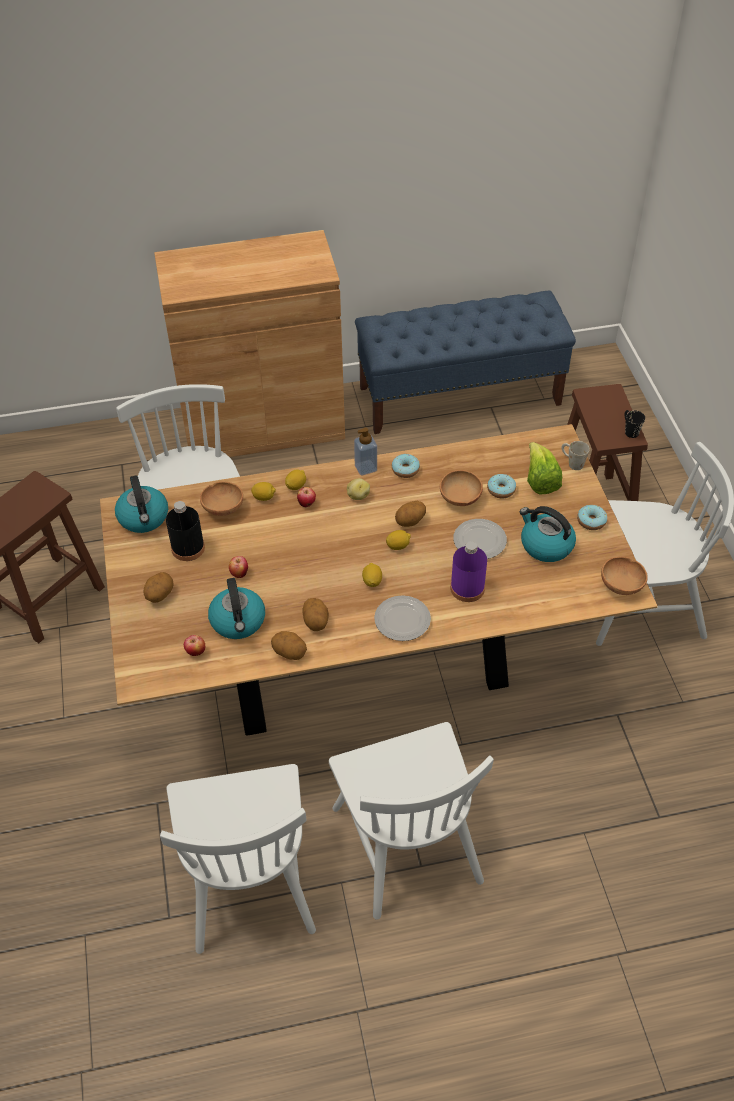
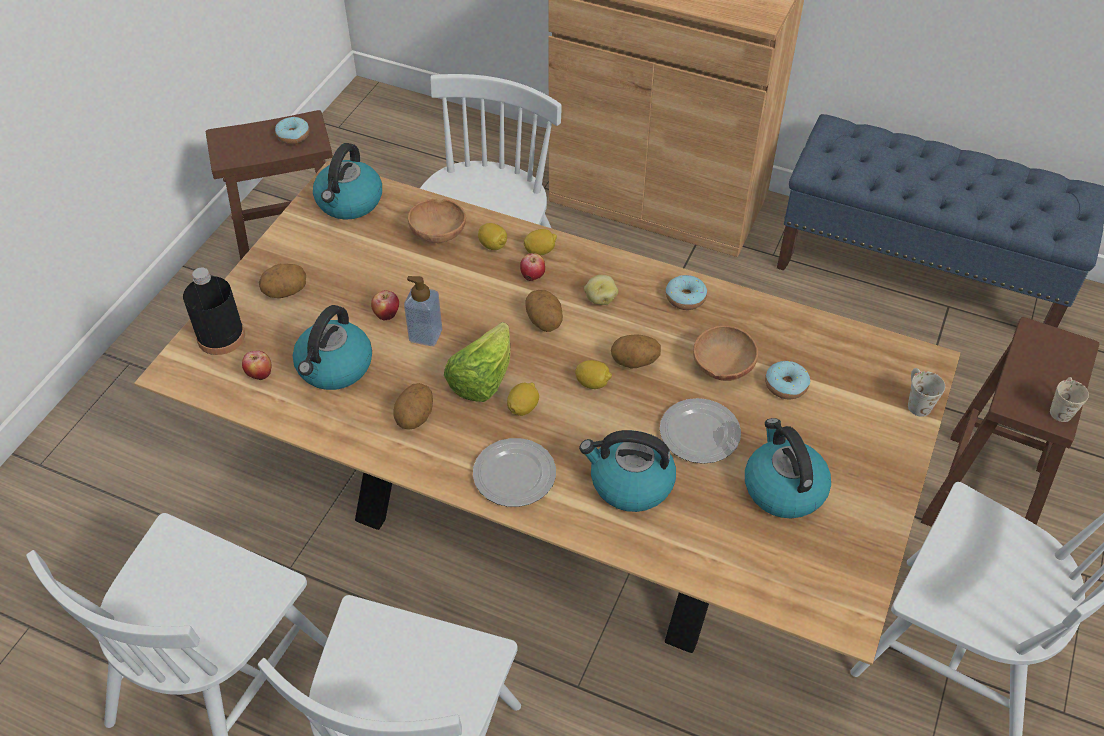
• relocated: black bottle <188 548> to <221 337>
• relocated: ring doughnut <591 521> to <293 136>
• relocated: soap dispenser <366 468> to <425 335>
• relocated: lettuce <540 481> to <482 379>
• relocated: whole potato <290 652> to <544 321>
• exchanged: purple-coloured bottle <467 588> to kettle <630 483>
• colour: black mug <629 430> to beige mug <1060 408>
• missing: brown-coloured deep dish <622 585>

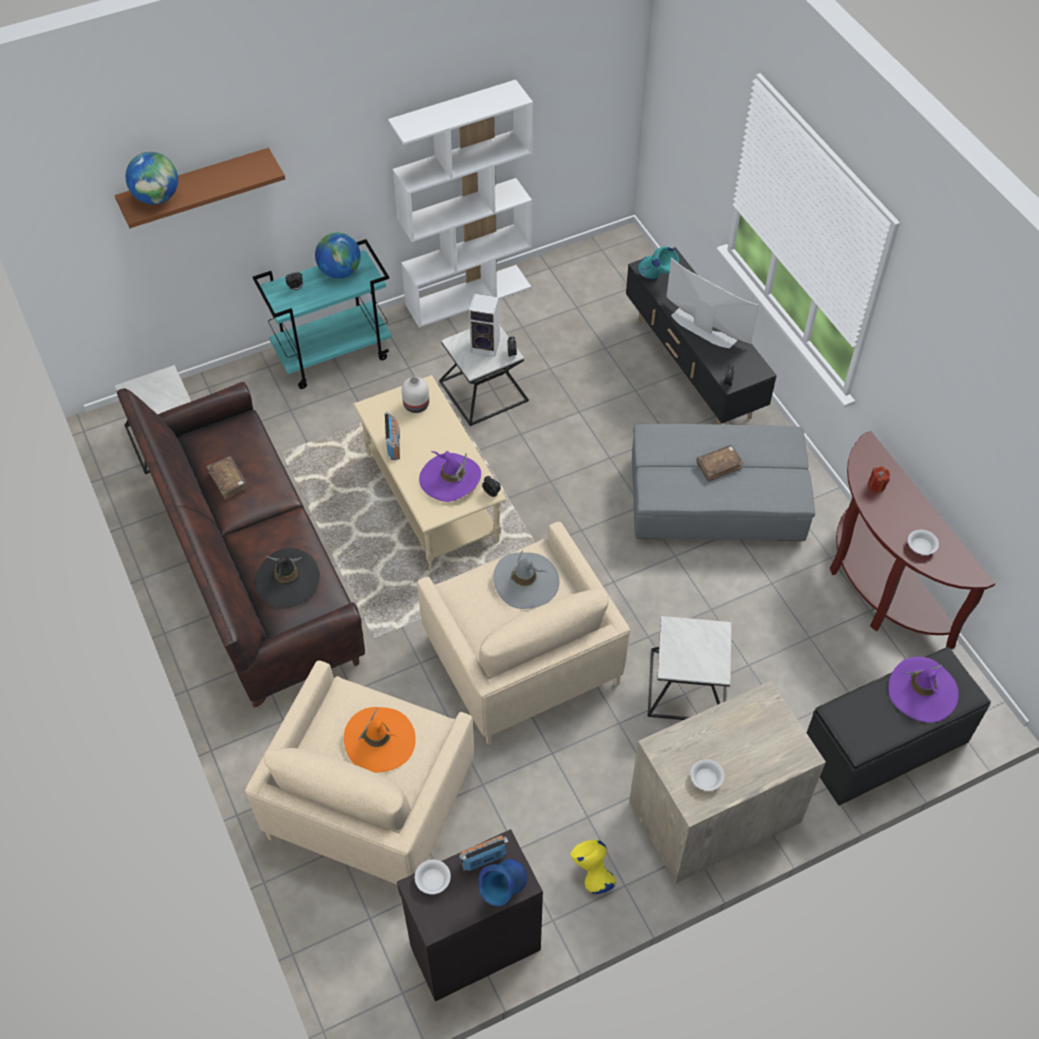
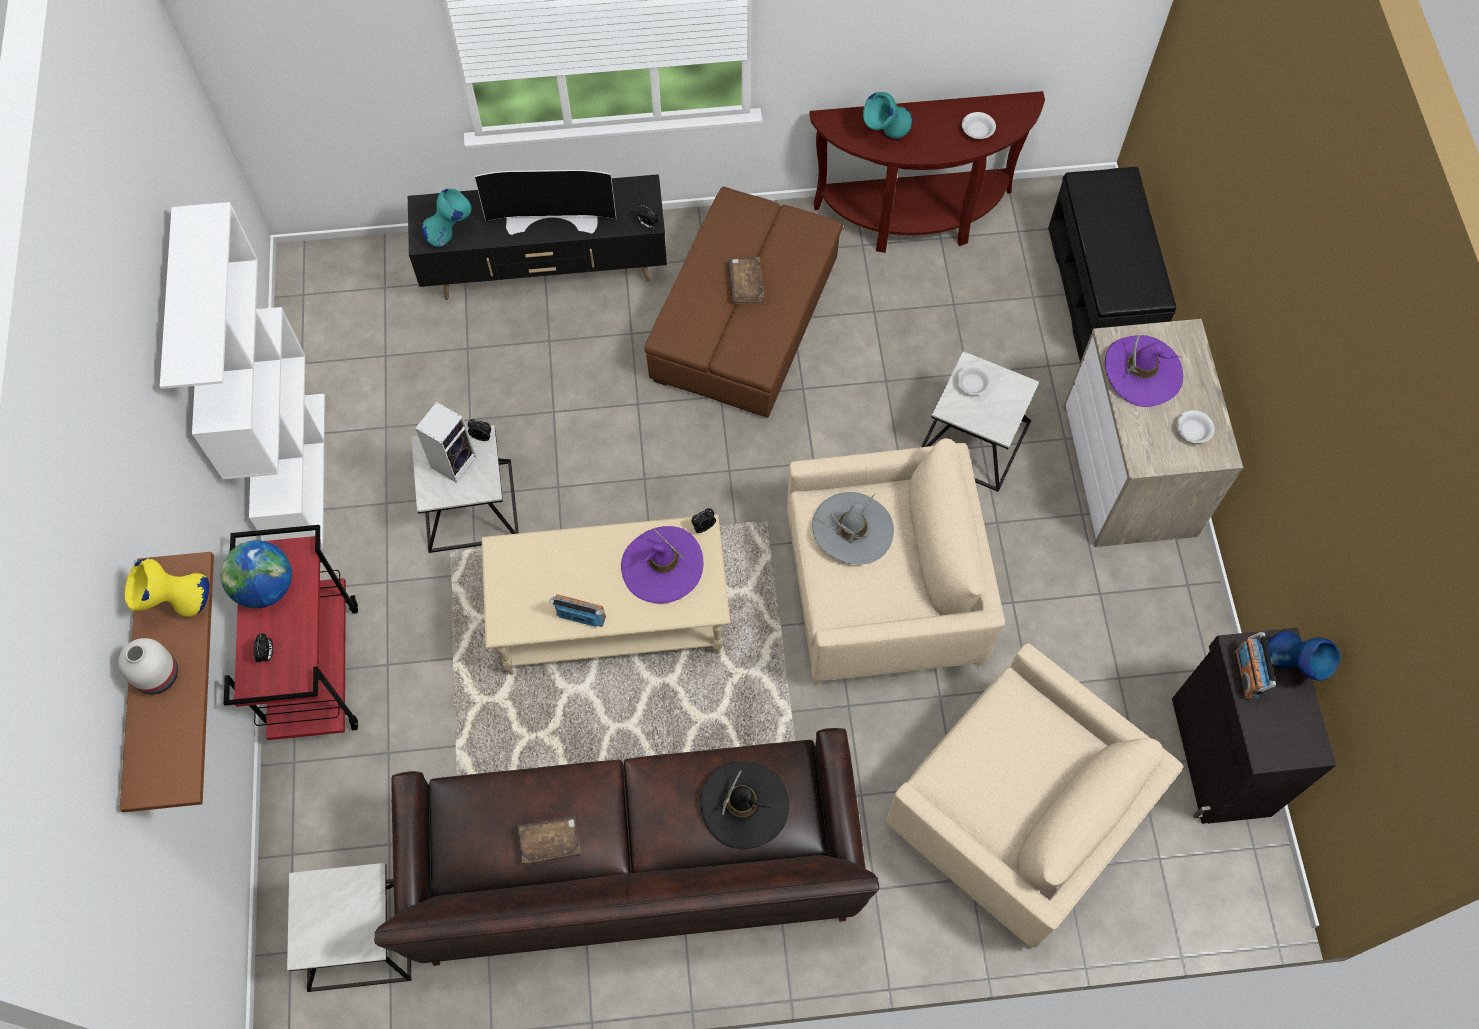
• relocated: white flower vase <415 405> to <156 676>
• relocated: yellowish flower vase <592 876> to <179 605>
• colour: turquoise trolley <334 354> to reddish trolley <315 669>
• spun: TV <703 328> = <552 217> 150 degrees counterclockwise
• colour: grey footrest <716 500> to brown-coloured footrest <744 320>
• exchanged: reddish wax candle <876 485> to turquoise flower vase <885 136>
• relocated: white deep dish <433 880> to <972 384>
• relocated: purple-coloured wearable hat <922 692> to <1142 372>
• missing: globe <157 198>
• missing: orange wearable hat <380 741>

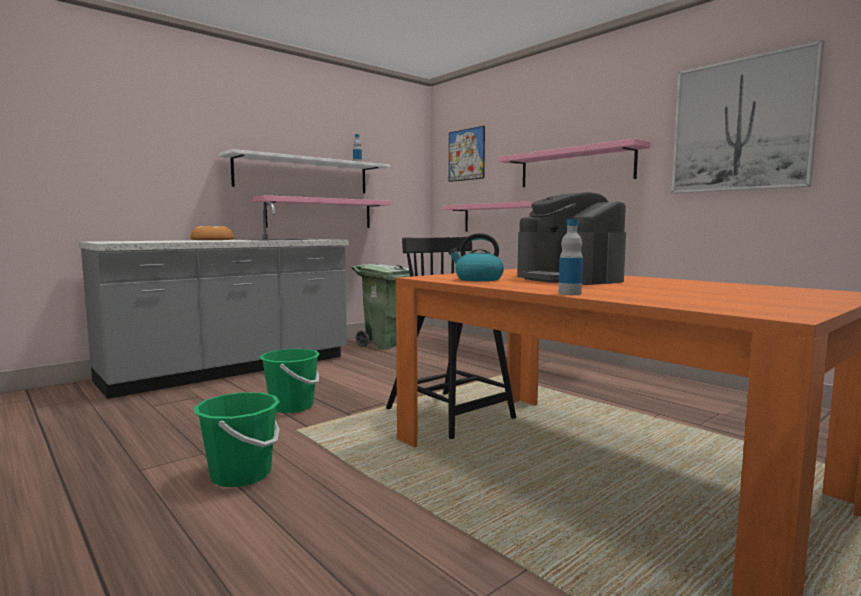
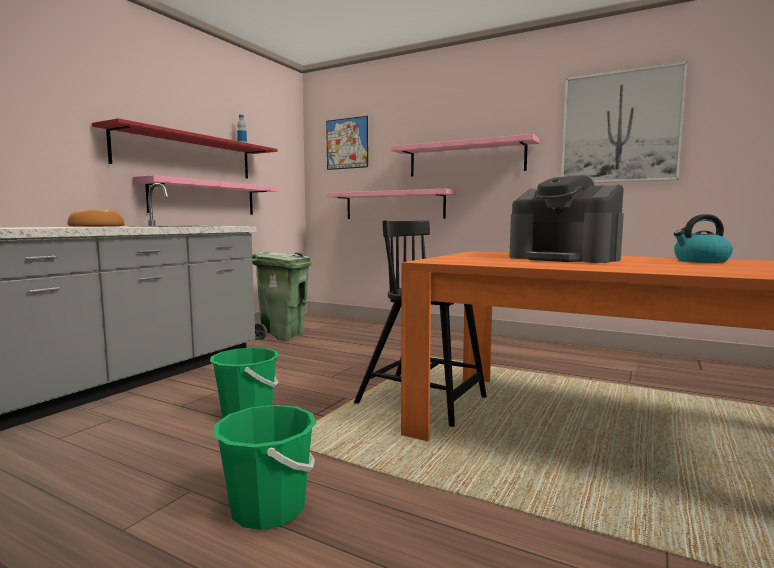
• colour: white bracket shelf <303 175> to reddish bracket shelf <187 155>
• relocated: kettle <478 279> to <700 261>
• missing: bottle <570 293>

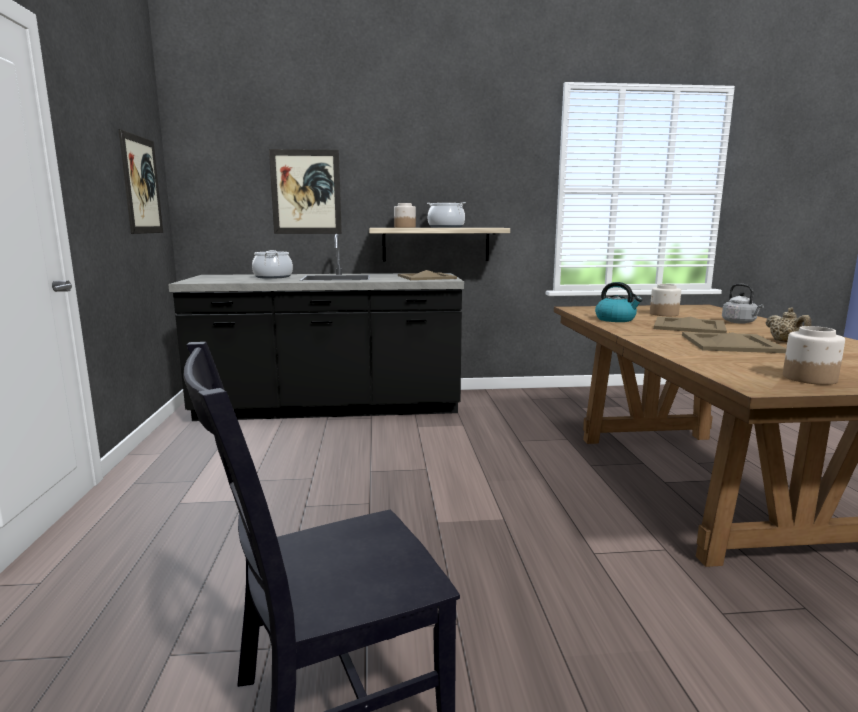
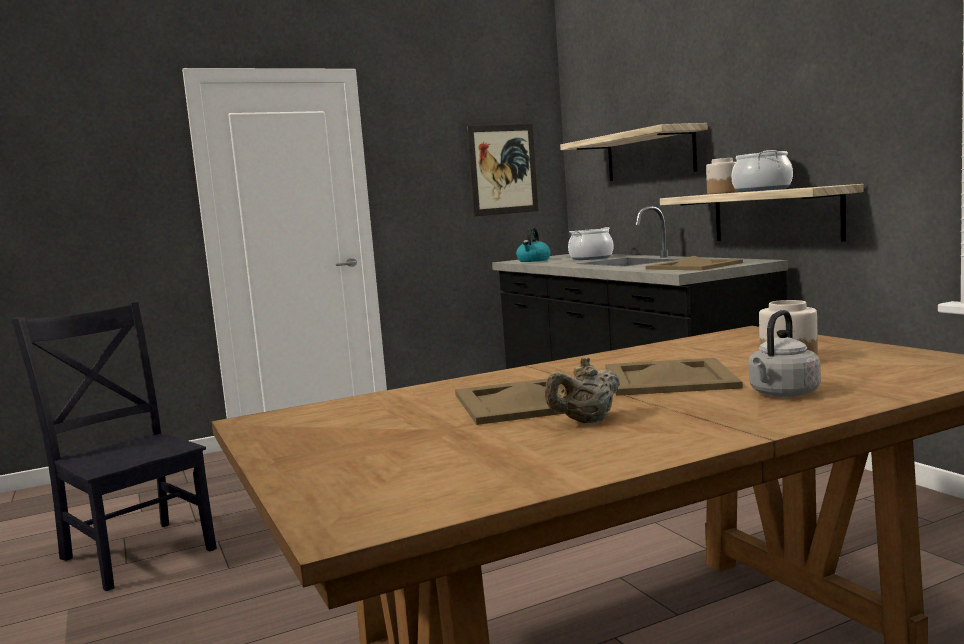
• relocated: kettle <616 319> to <533 260>
• exchanged: wall art <306 192> to bracket shelf <649 155>
• missing: storage jar <808 378>

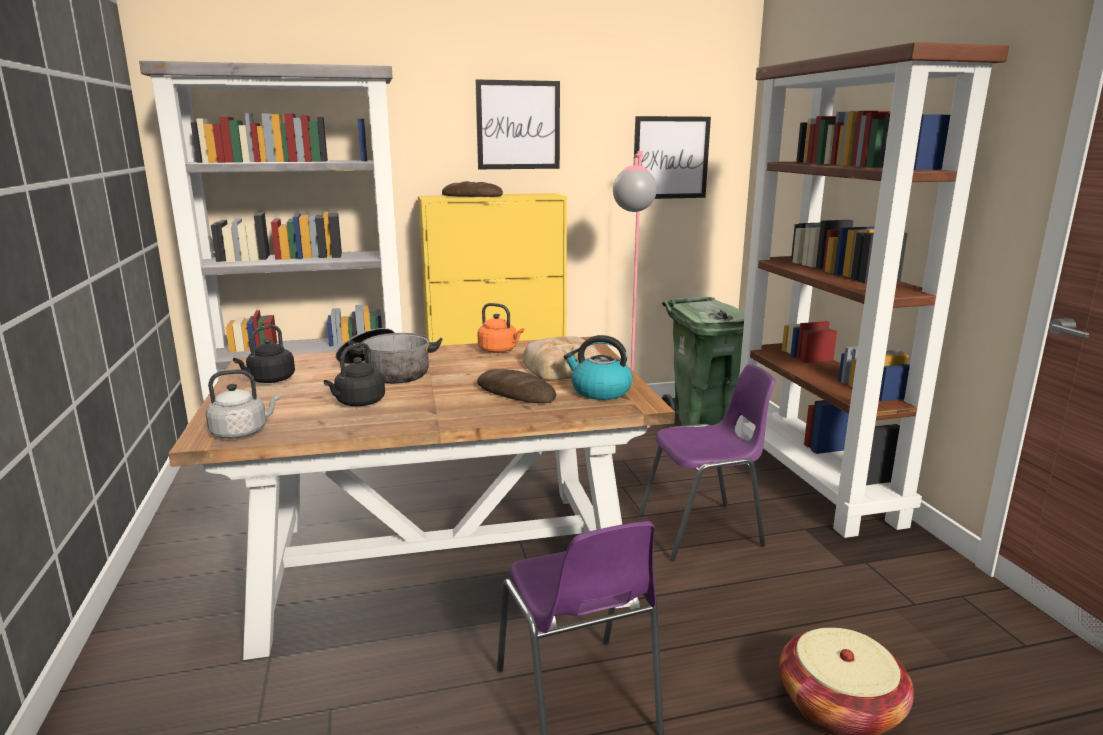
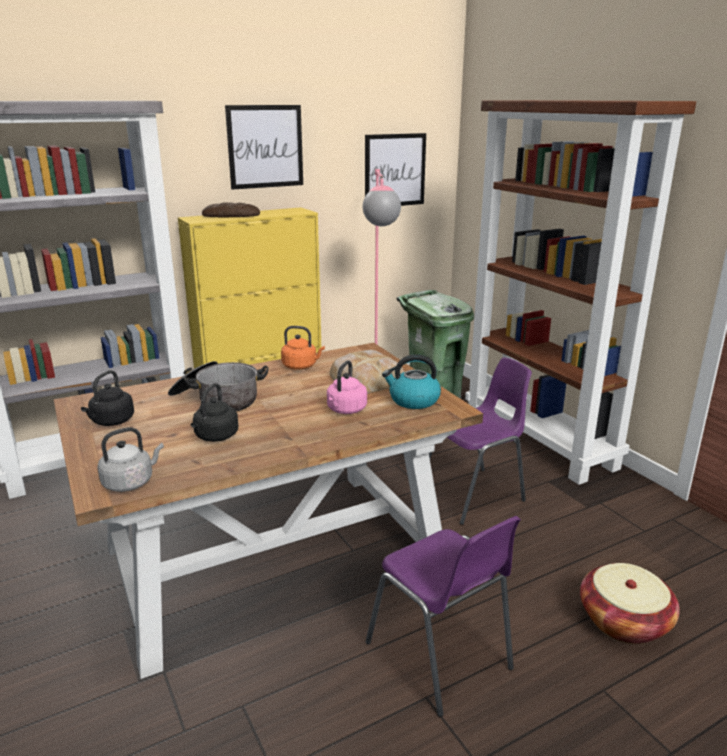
• exchanged: bakery bread <515 393> to pink kettle <345 410>

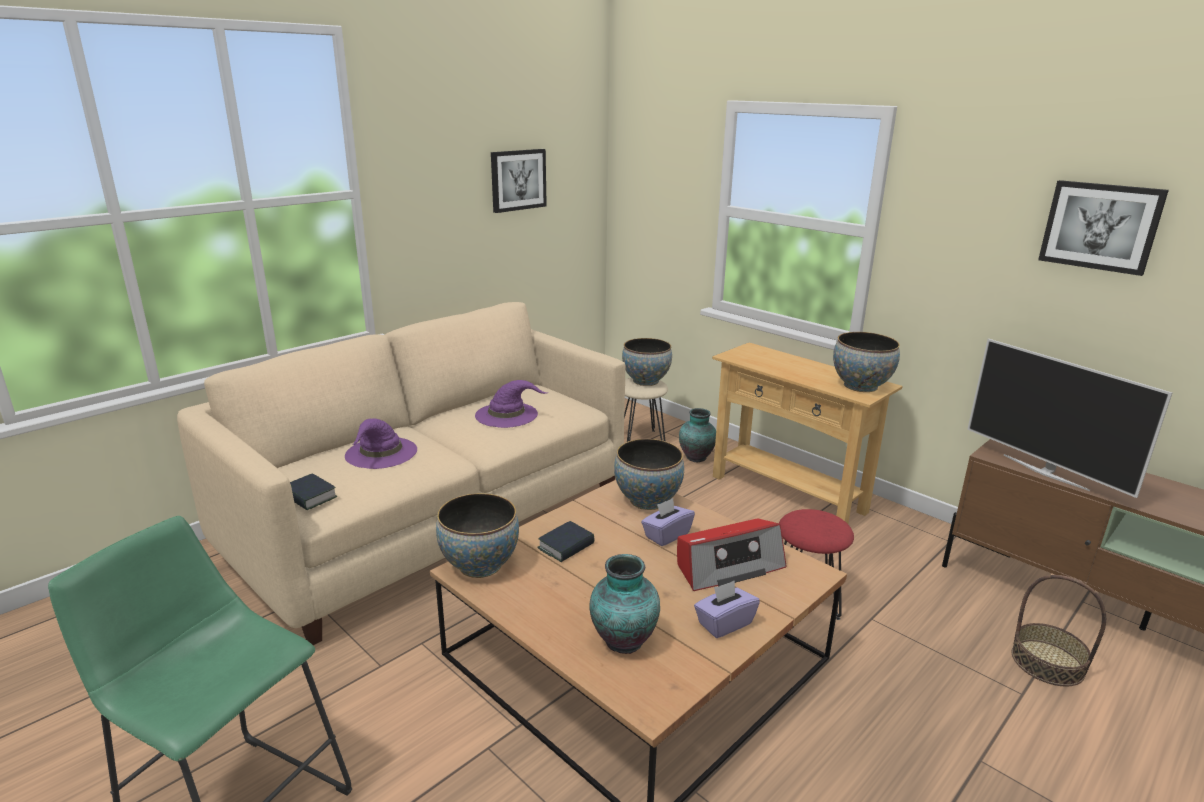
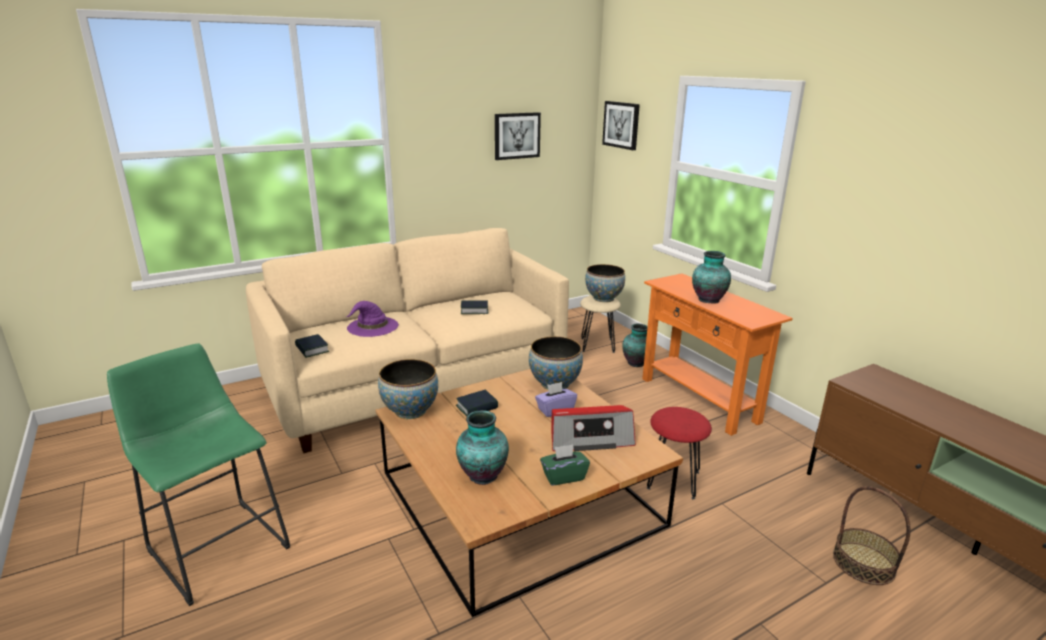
• exchanged: purple-coloured wearable hat <507 414> to bound book <474 310>
• colour: purple-coloured tissue box <724 623> to green tissue box <563 476>
• relocated: wall art <1100 226> to <621 125>
• colour: beige narrow table <787 494> to orange narrow table <698 399>
• appeared: flower vase <708 299>
• missing: deep dish <860 386>
• missing: TV <1045 472>

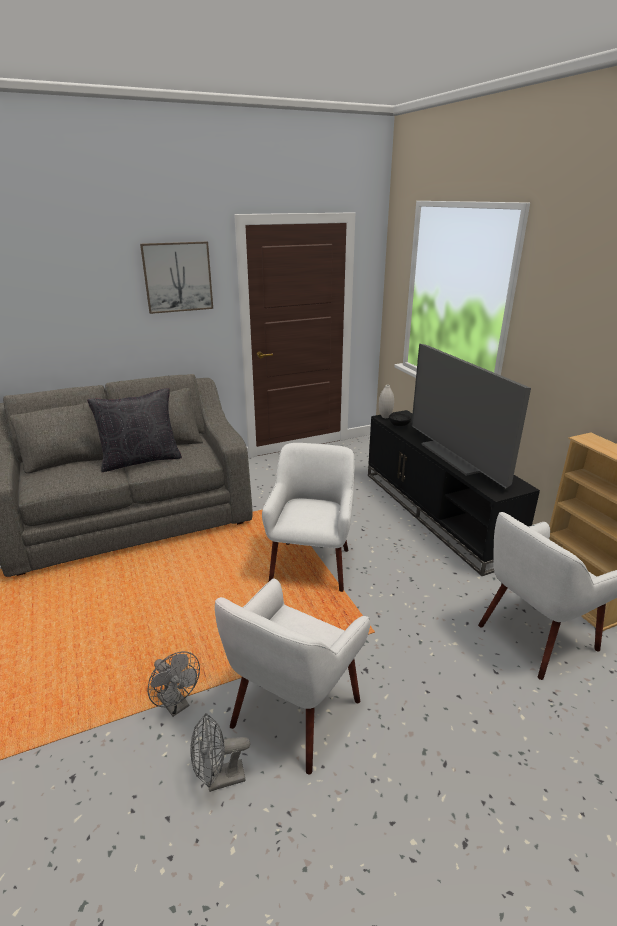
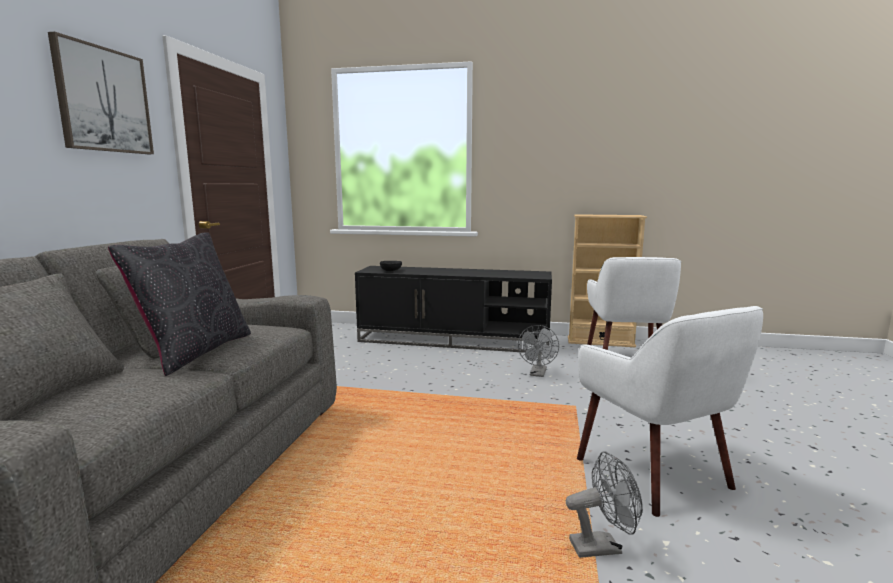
• relocated: grey electric fan <219 779> to <538 374>
• missing: white easy chair <311 565>
• missing: white flower vase <385 417>
• missing: TV <458 456>

